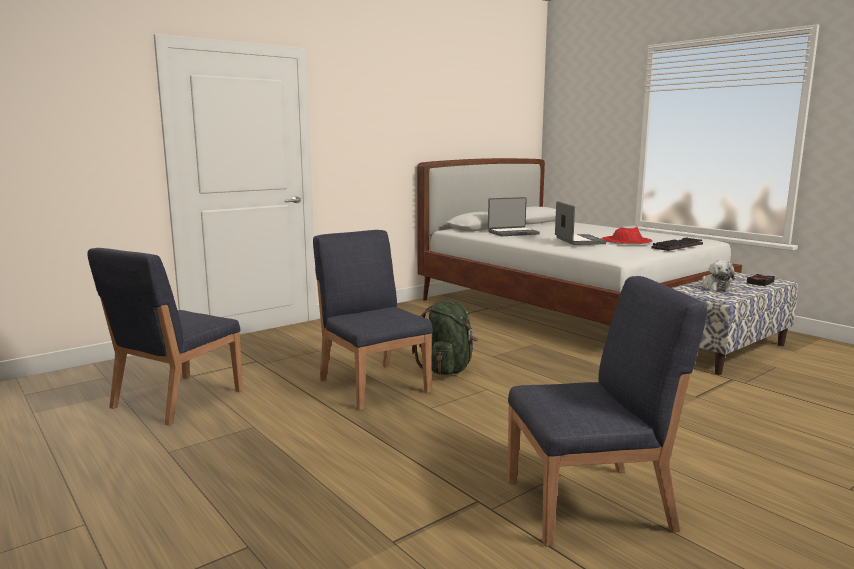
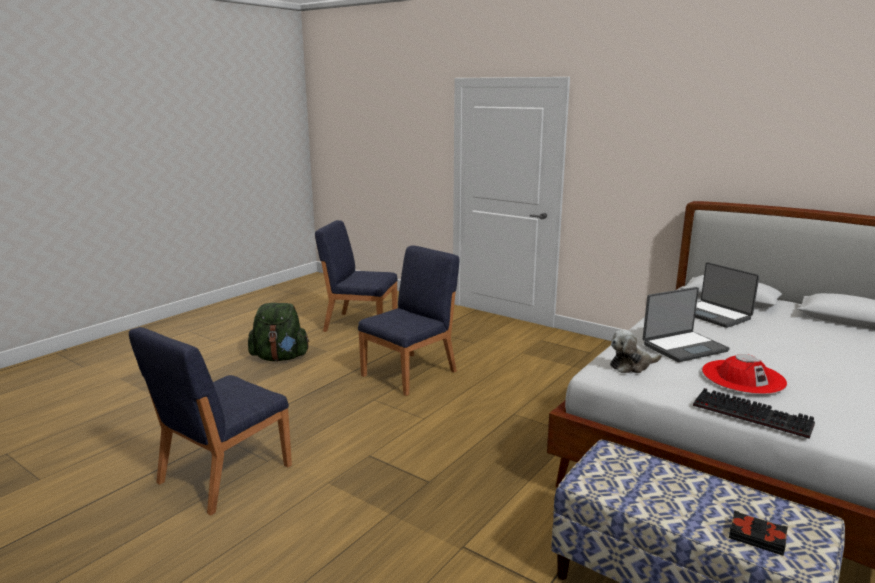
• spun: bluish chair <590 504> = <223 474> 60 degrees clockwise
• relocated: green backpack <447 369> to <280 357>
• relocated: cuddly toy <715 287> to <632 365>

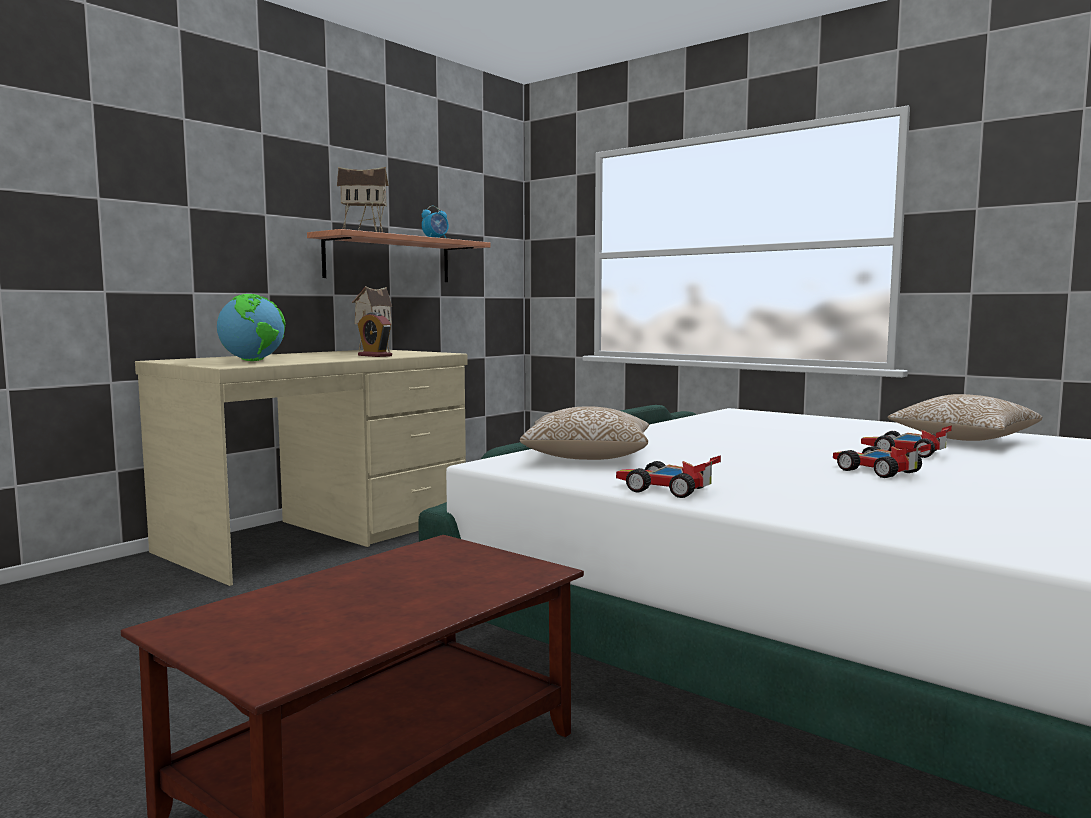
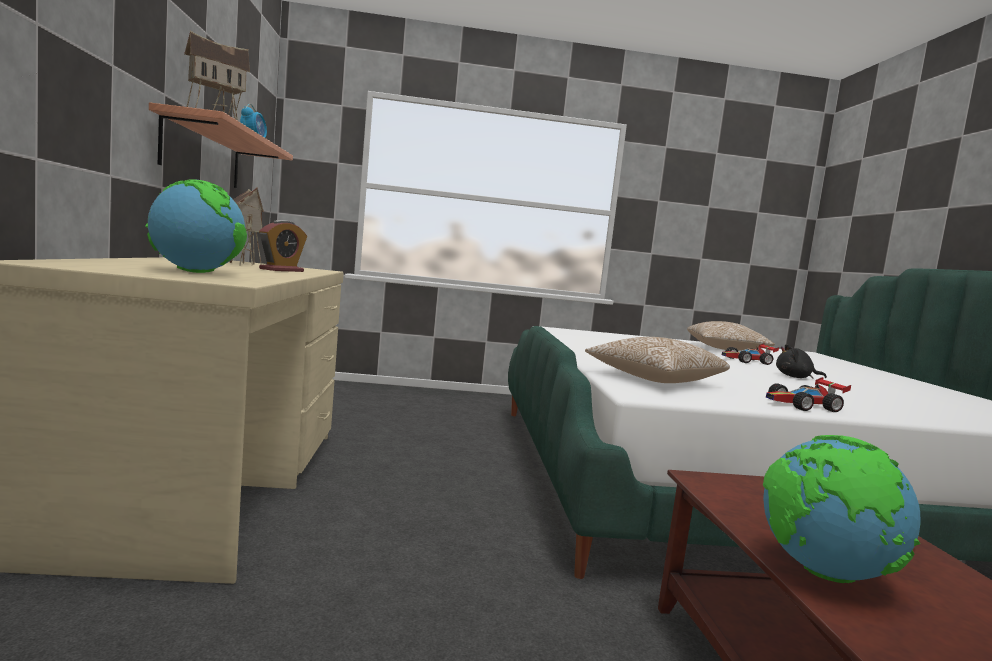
• spun: table clock <375 356> = <281 270> 60 degrees counterclockwise
• appeared: globe <824 573>
• exchanged: model car <876 471> to black cuddly toy <795 377>

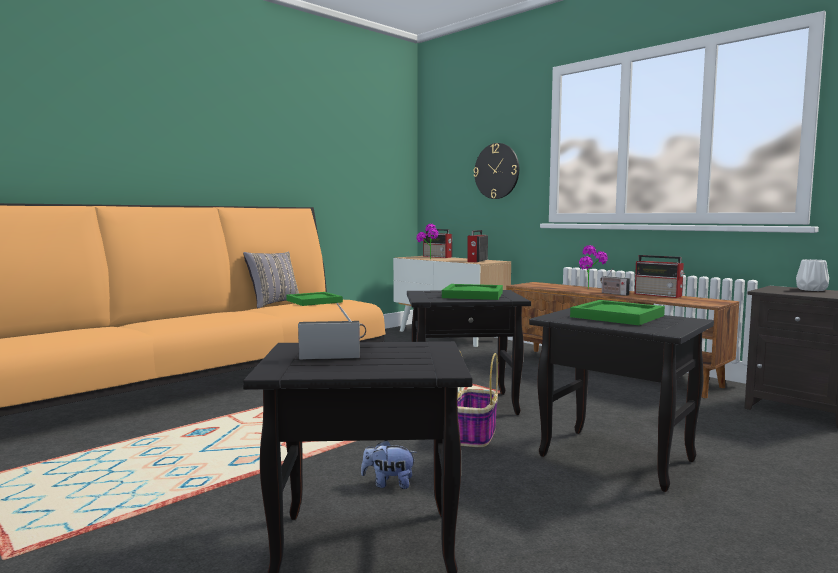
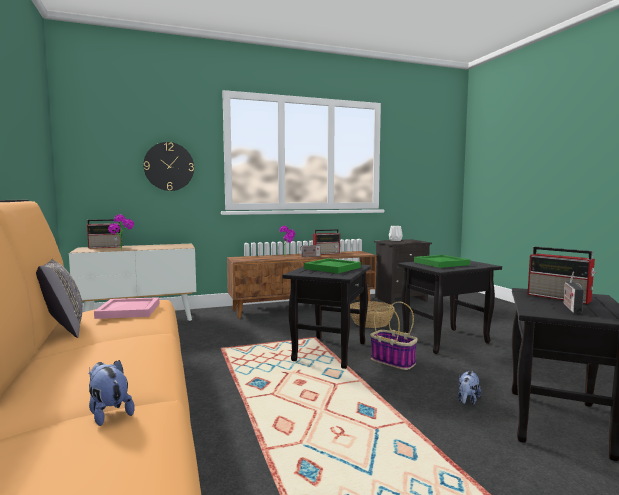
• appeared: cuddly toy <108 413>
• colour: green carrying tray <313 301> to pink carrying tray <129 311>
• appeared: household basket <371 322>
• relocated: radio set <477 261> to <560 297>

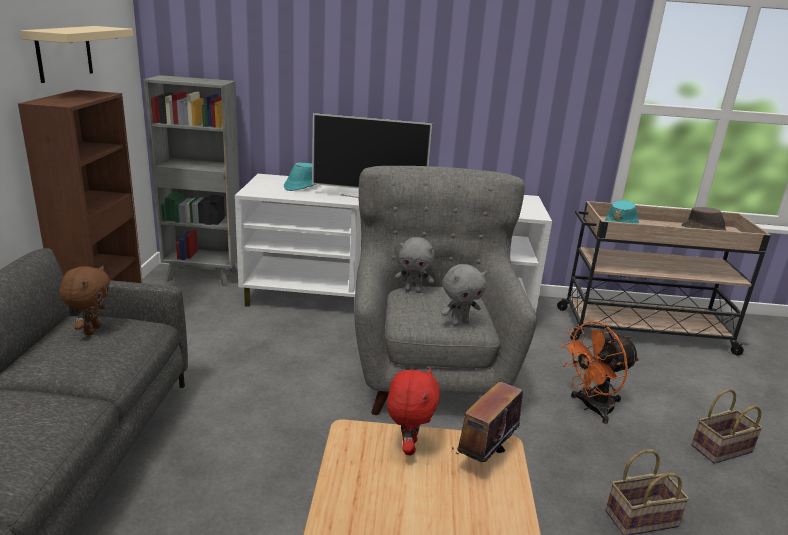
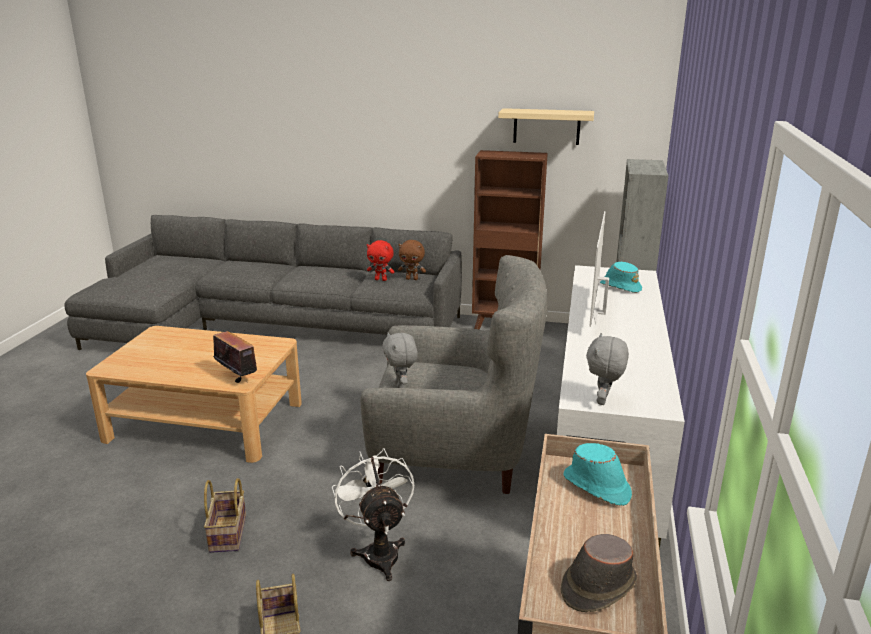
• colour: orange electric fan <591 408> to white electric fan <379 551>
• relocated: reddish cuddly toy <408 447> to <381 279>
• relocated: grey cuddly toy <413 291> to <603 401>

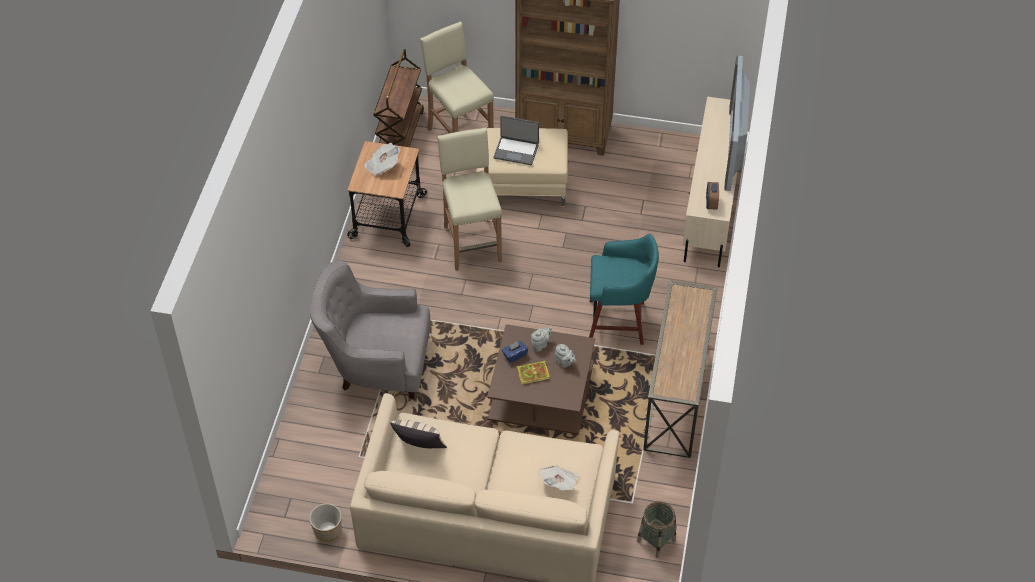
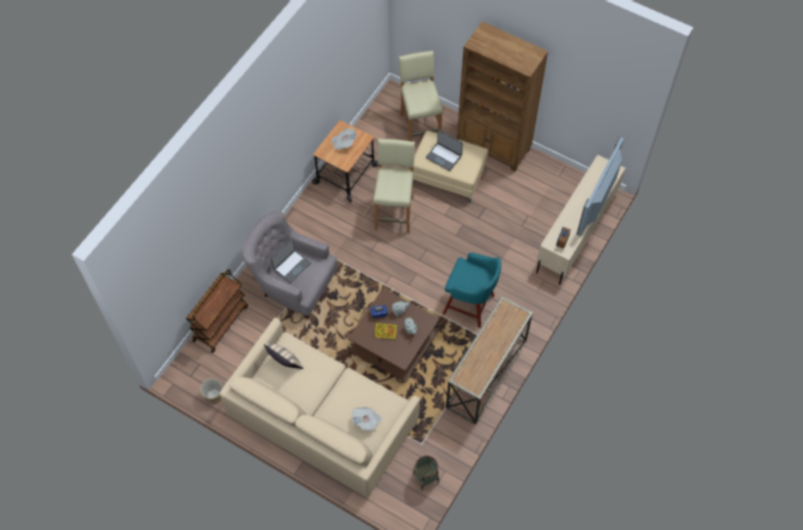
• relocated: brown-coloured trolley <400 134> to <220 323>
• appeared: portable computer <291 266>

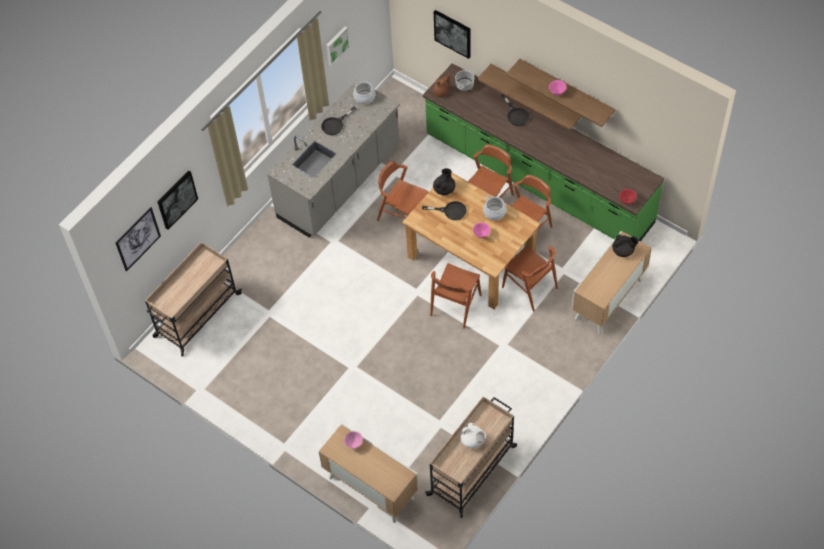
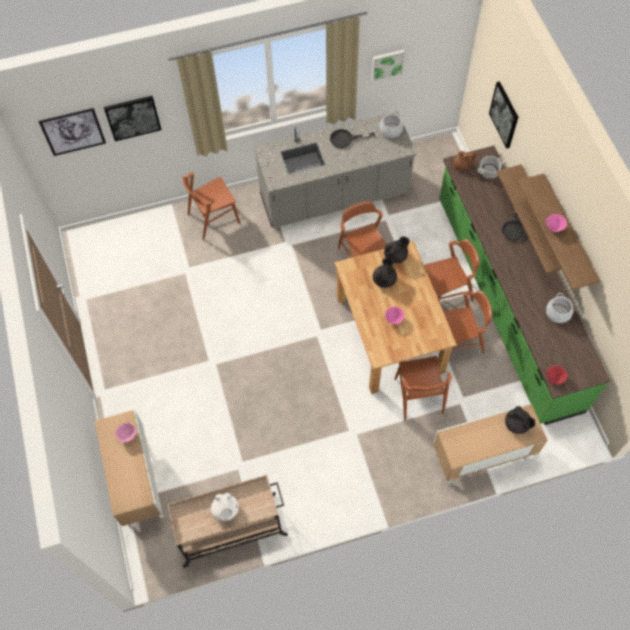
• relocated: brown-coloured chair <455 305> to <213 218>
• exchanged: black frying pan <450 211> to black pot for tea <384 280>
• relocated: saucepot <494 212> to <558 313>
• missing: beige trolley <196 316>

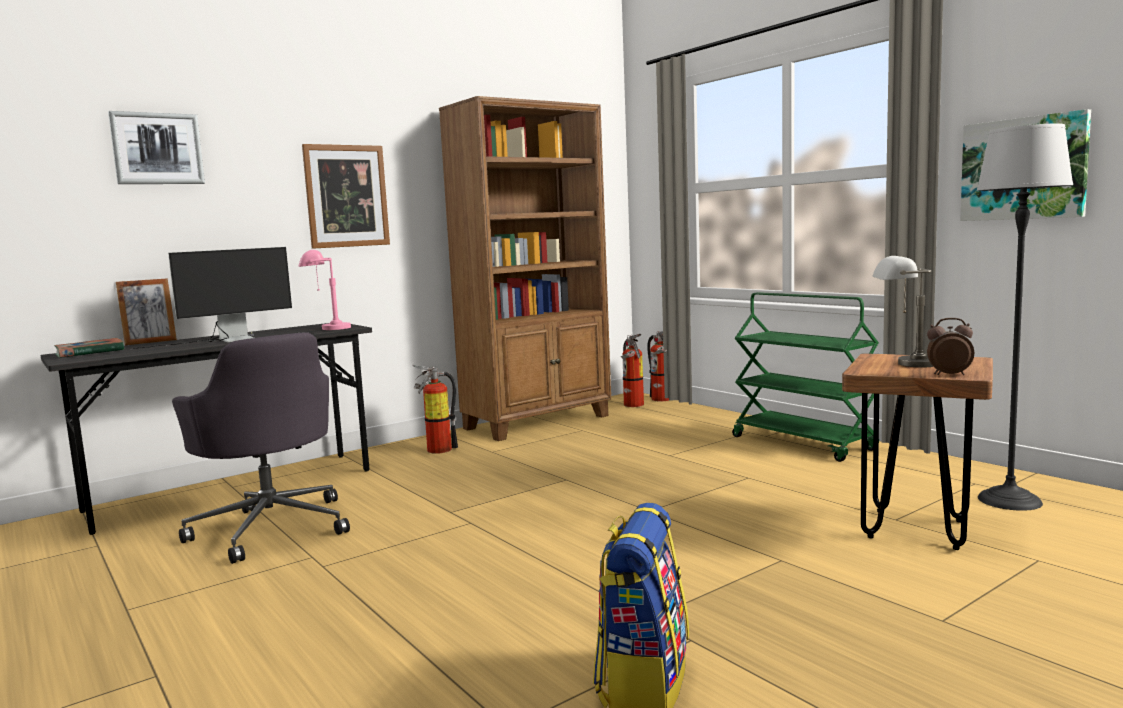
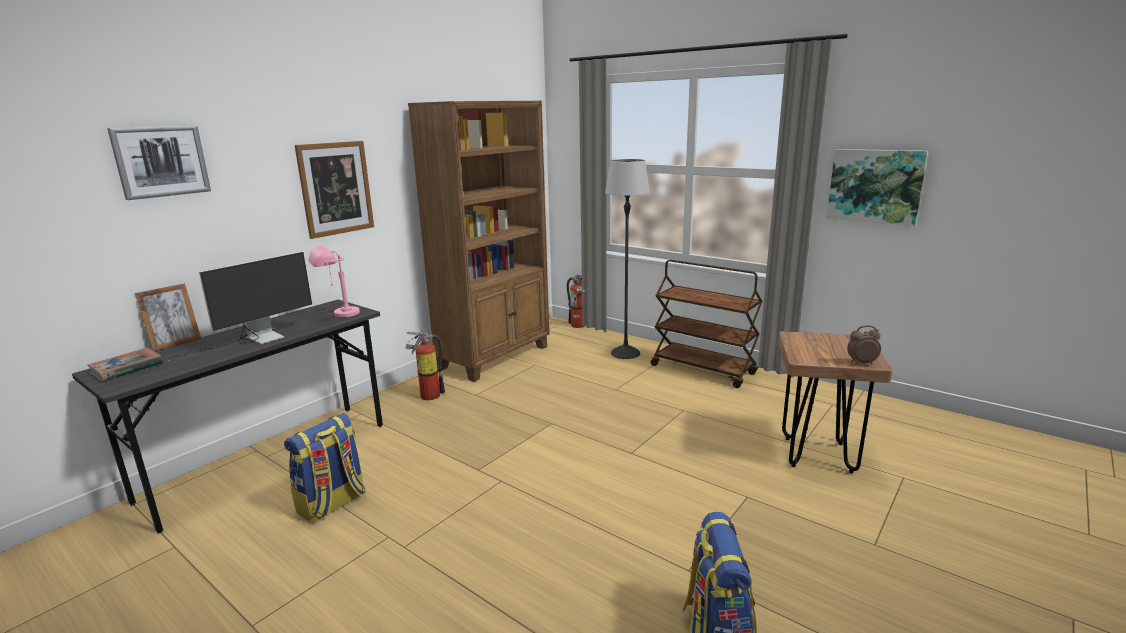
• exchanged: grey office chair <271 527> to backpack <332 504>
• relocated: floor lamp <1010 500> to <625 353>
• colour: green trolley <803 443> to brown-coloured trolley <703 370>
• missing: fire extinguisher <633 405>
• missing: grey lamp for a table <904 364>

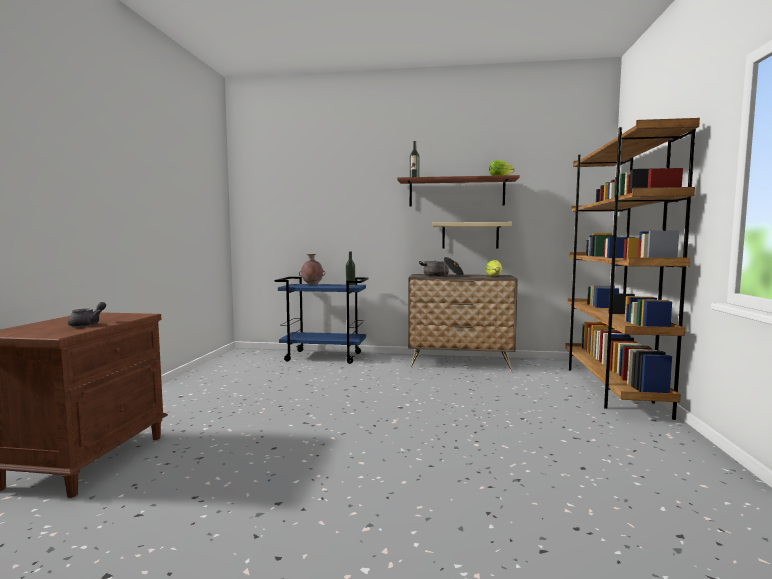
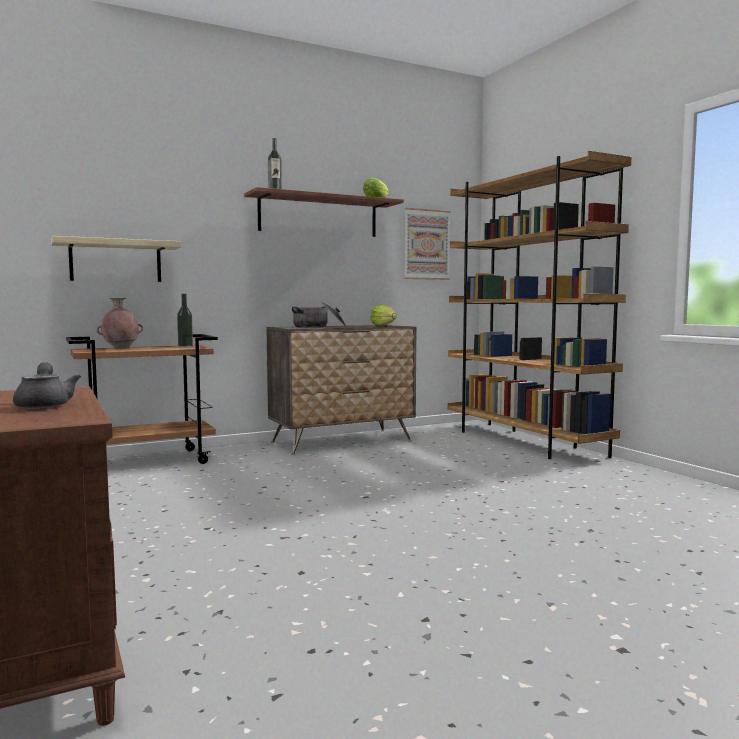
• relocated: bracket shelf <470 235> to <116 261>
• colour: bluish trolley <324 357> to brown-coloured trolley <147 462>
• appeared: wall art <426 244>

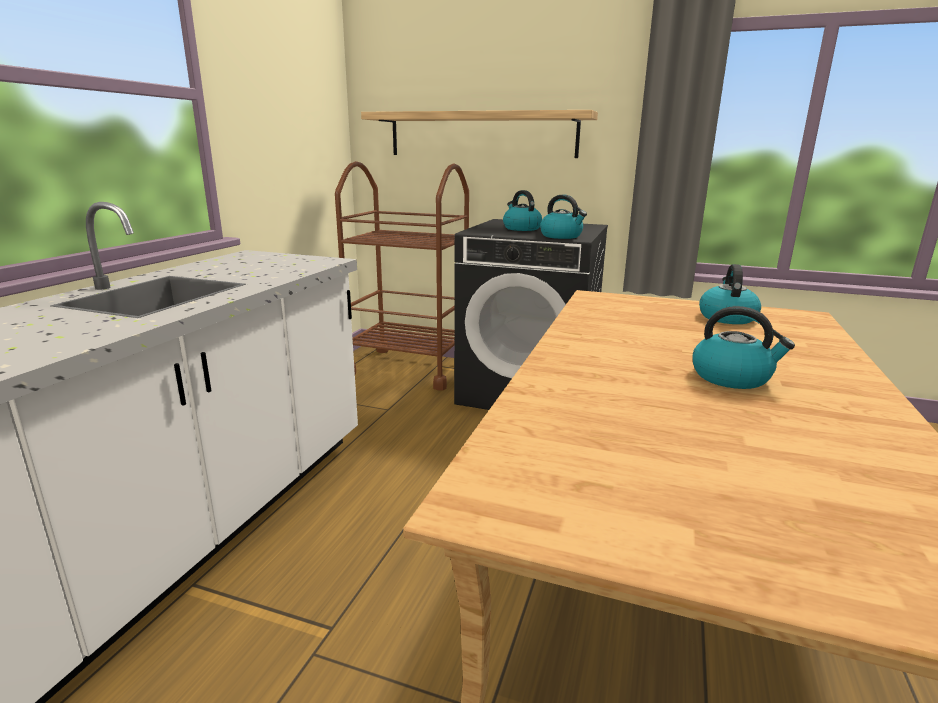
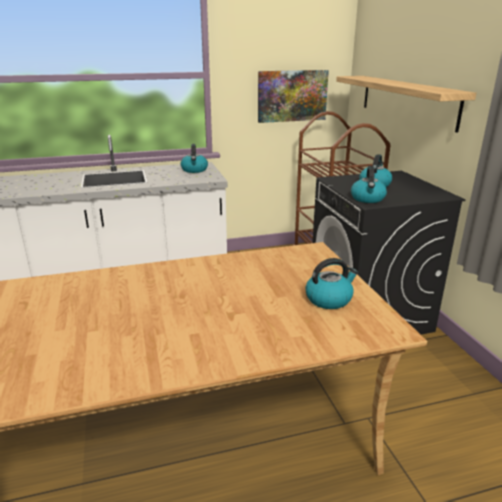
• relocated: kettle <732 377> to <194 170>
• appeared: wall art <292 96>

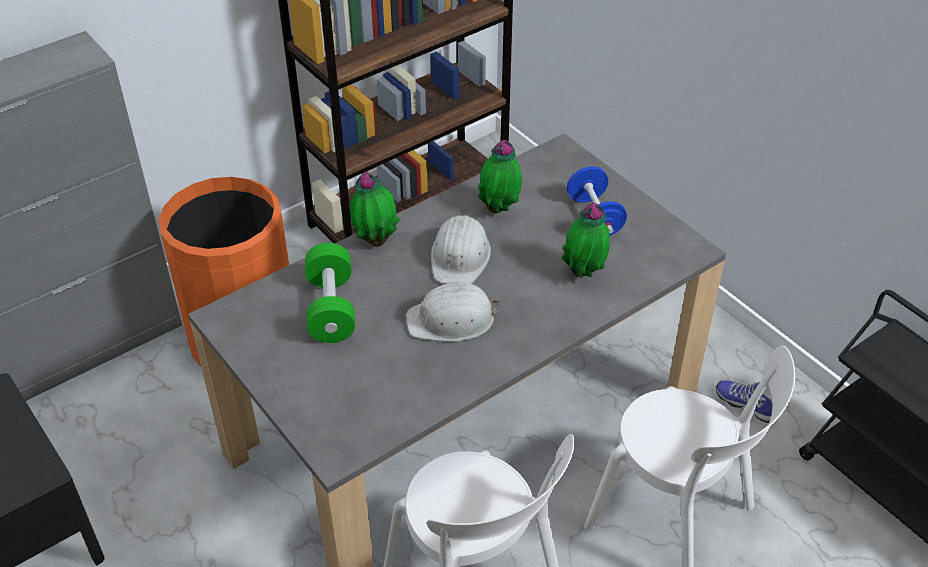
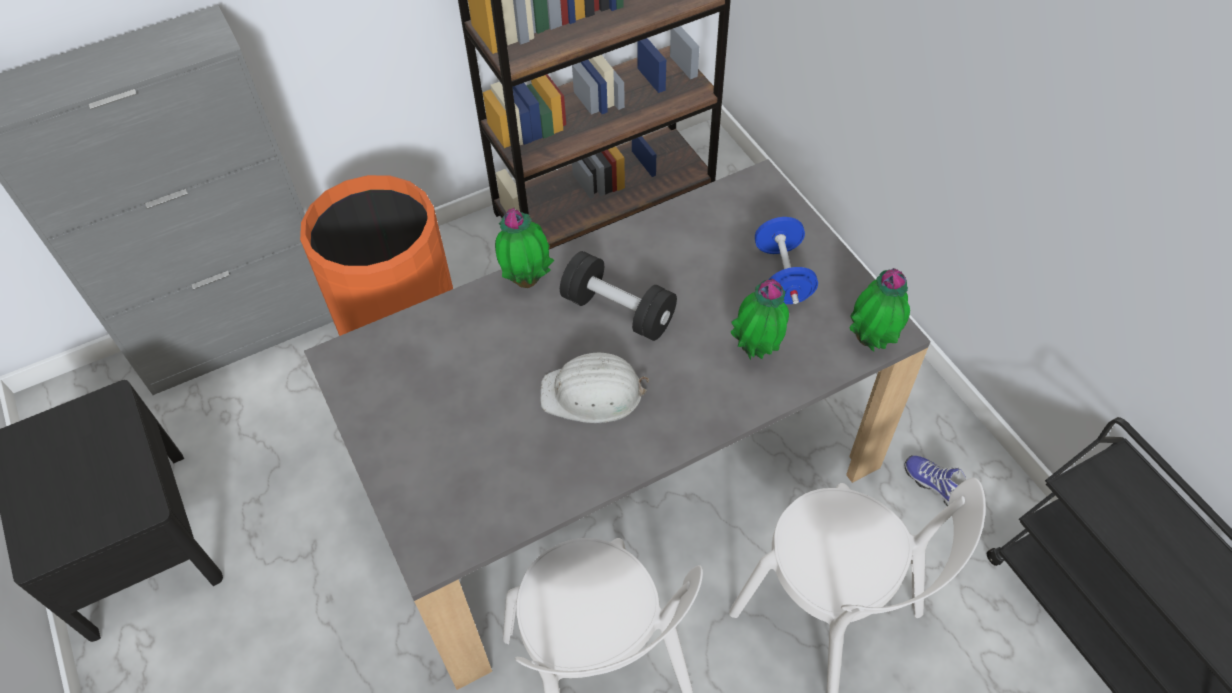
• exchanged: white safety helmet <460 256> to black hand weight <618 311>
• relocated: houseplant <500 210> to <872 341>
• missing: green hand weight <331 308>

